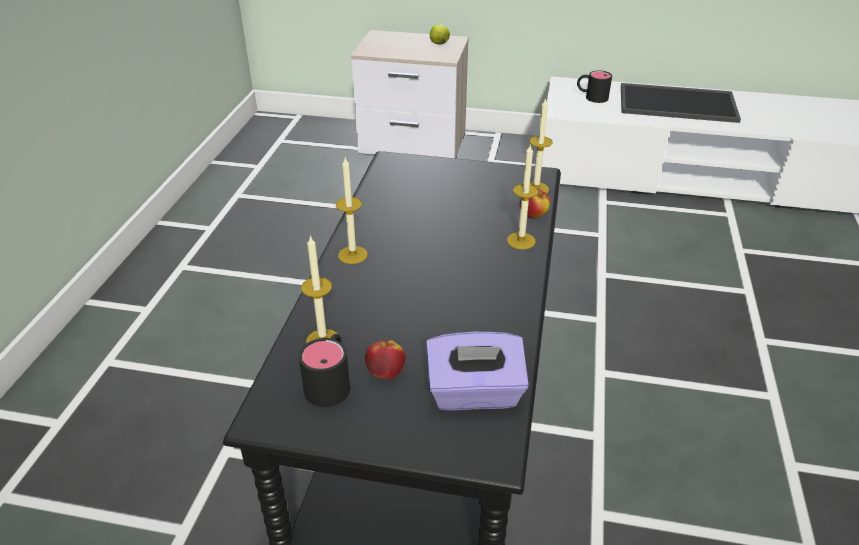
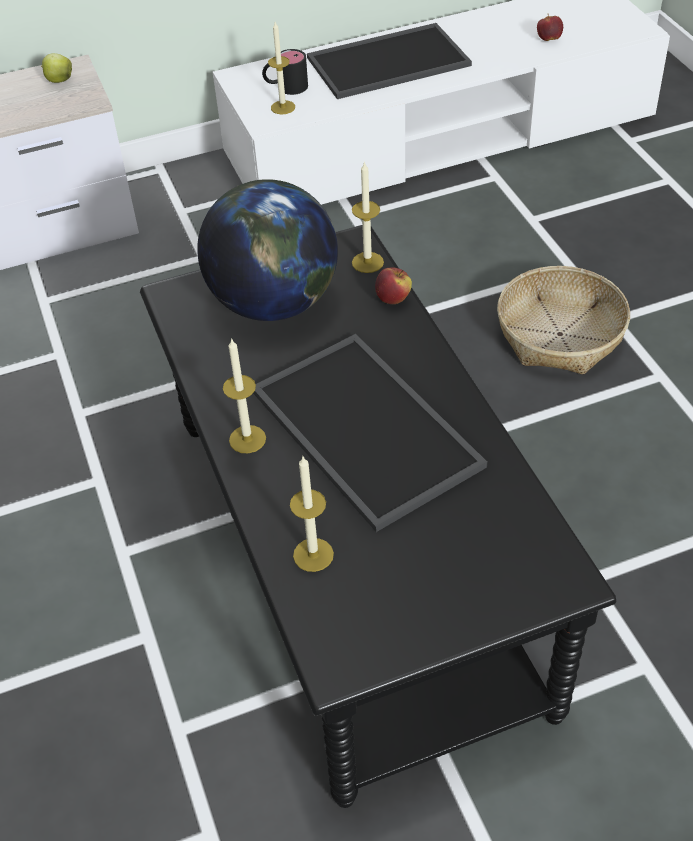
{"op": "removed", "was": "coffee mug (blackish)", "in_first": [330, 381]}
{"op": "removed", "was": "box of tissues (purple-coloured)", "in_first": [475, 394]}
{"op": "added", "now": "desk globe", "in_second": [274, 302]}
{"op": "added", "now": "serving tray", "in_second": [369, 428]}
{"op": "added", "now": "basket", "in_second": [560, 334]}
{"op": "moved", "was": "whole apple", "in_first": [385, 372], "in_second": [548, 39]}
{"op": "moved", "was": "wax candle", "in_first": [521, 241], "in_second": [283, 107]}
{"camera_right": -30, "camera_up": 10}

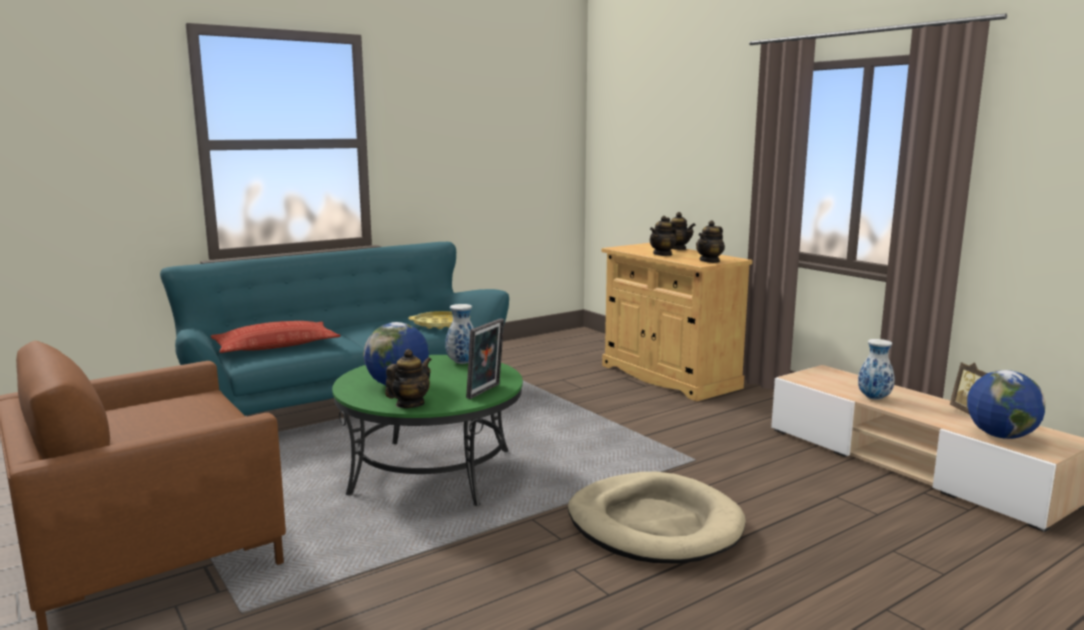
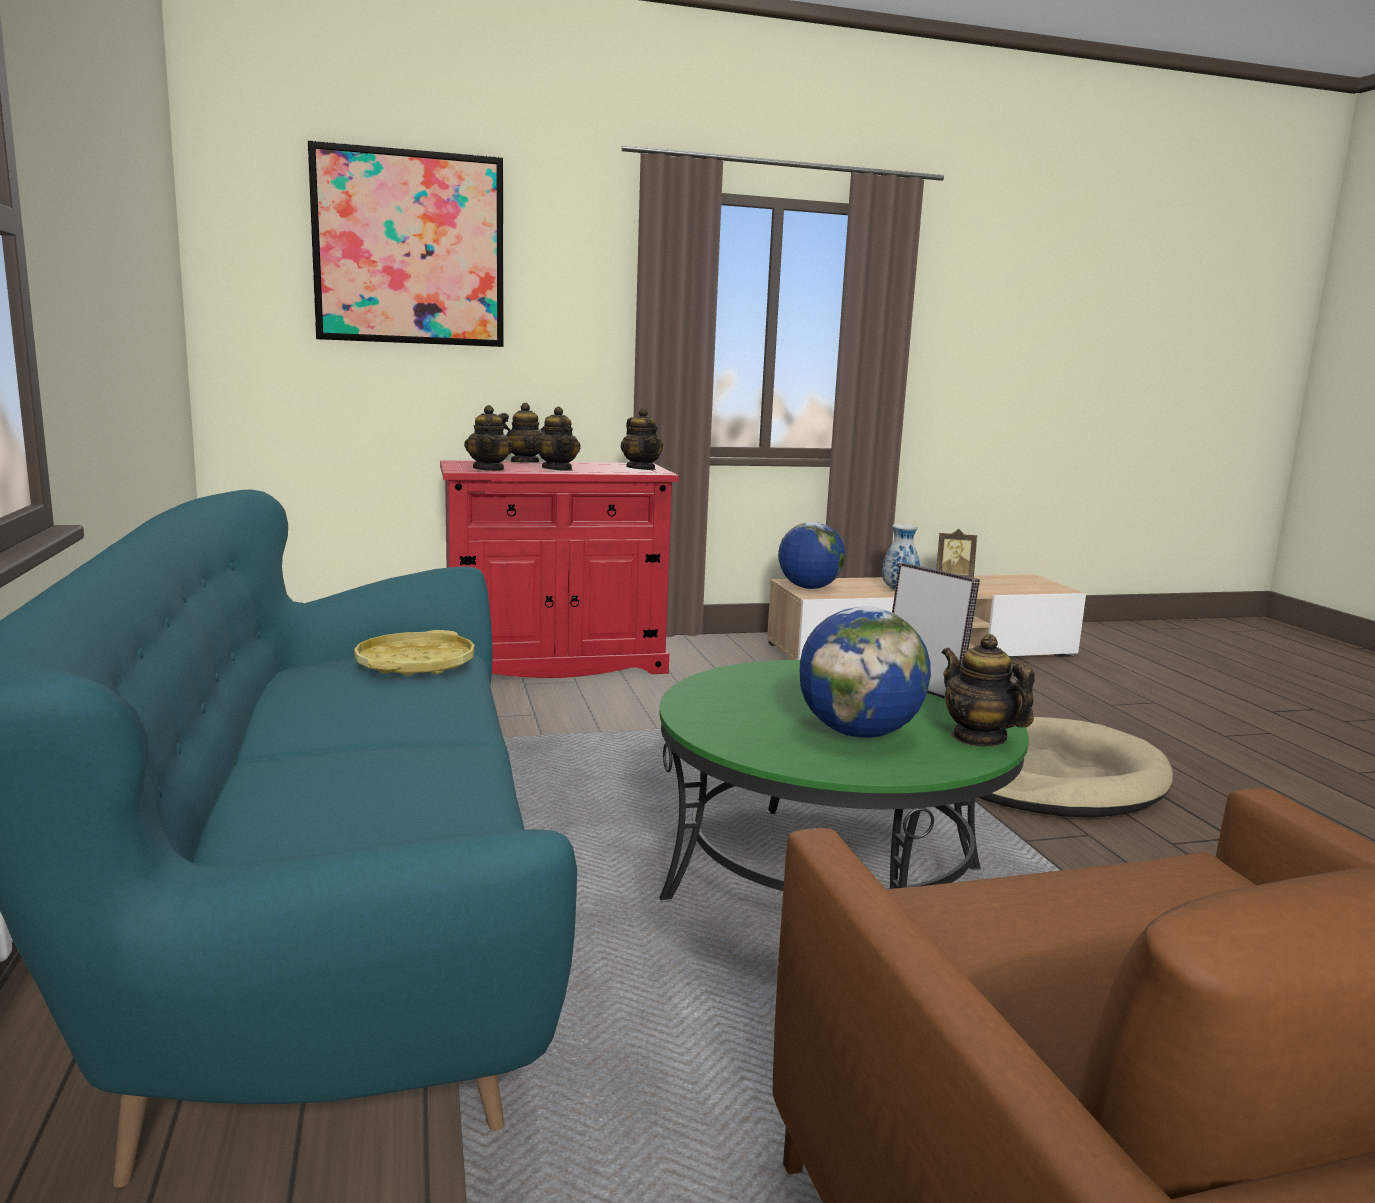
{"op": "removed", "was": "throw pillow", "in_first": [276, 346]}
{"op": "removed", "was": "flower vase", "in_first": [462, 362]}
{"op": "added", "now": "wall art", "in_second": [409, 248]}
{"op": "added", "now": "pot for tea", "in_second": [489, 469]}
{"op": "moved", "was": "desk globe", "in_first": [1000, 436], "in_second": [809, 588]}
{"op": "recoloured", "was": "cupboard (beige-coloured)", "now": "cupboard (reddish)", "in_first": [669, 376], "in_second": [554, 663]}
{"camera_right": -70, "camera_up": 0}

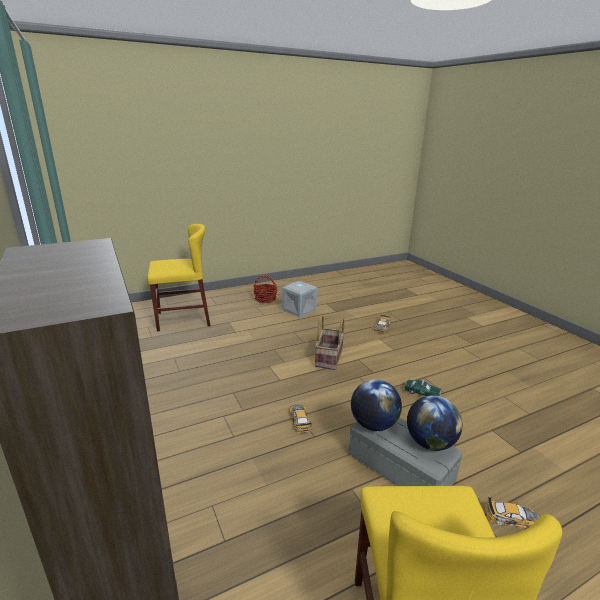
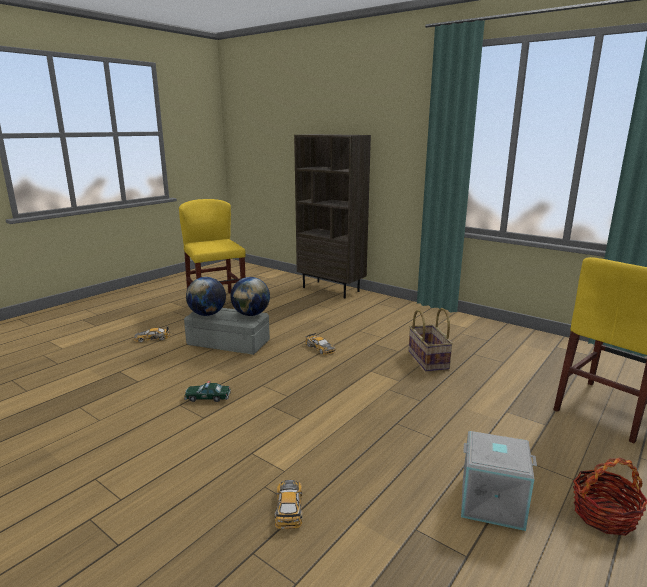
{"op": "moved", "was": "basket", "in_first": [329, 358], "in_second": [427, 360]}
{"camera_right": 155, "camera_up": -5}

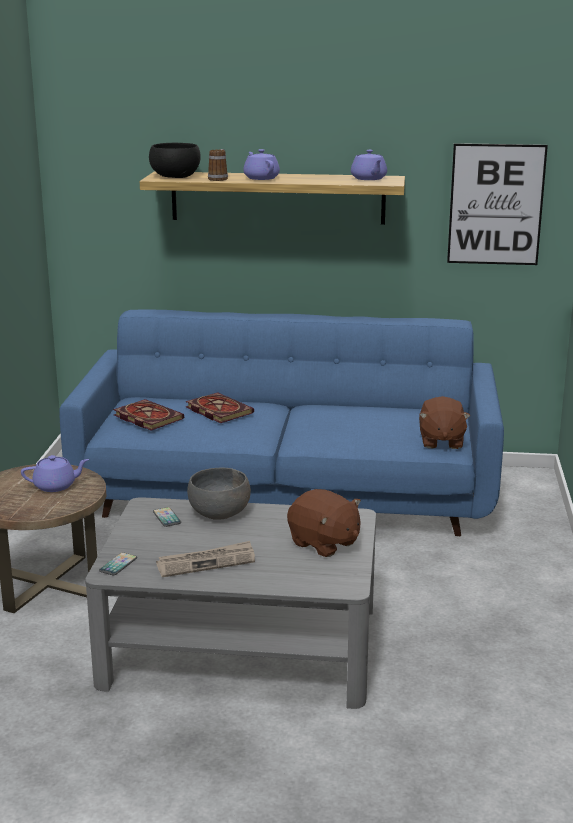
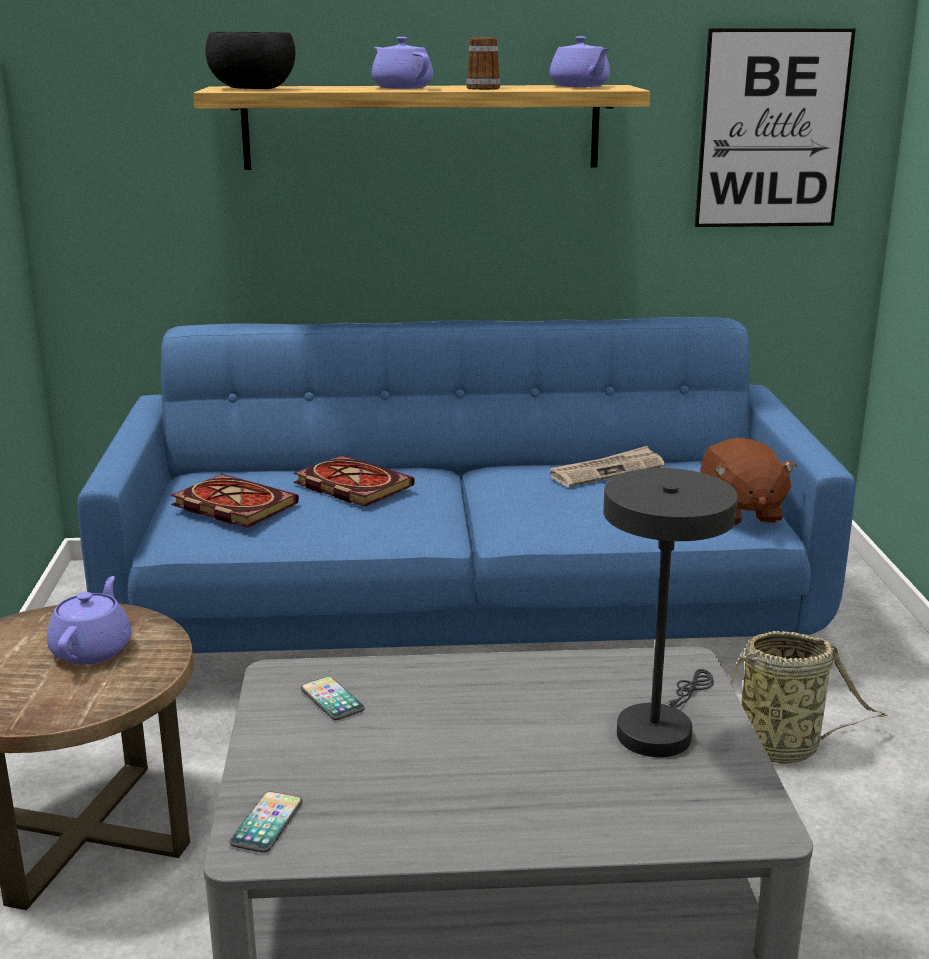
{"op": "removed", "was": "serving bowl (greyish)", "in_first": [220, 513]}
{"op": "added", "now": "basket", "in_second": [783, 749]}
{"op": "moved", "was": "newspaper", "in_first": [206, 562], "in_second": [607, 471]}
{"op": "moved", "was": "coffee mug", "in_first": [219, 178], "in_second": [484, 88]}
{"op": "replaced", "was": "cuddly toy (brownish)", "now": "table lamp (greyish)", "in_first": [324, 543], "in_second": [658, 728]}
{"op": "turned", "was": "pot for tea (purple-coloured)", "in_first": [56, 486], "in_second": [93, 649], "clockwise": -60}
{"camera_right": -10, "camera_up": 0}

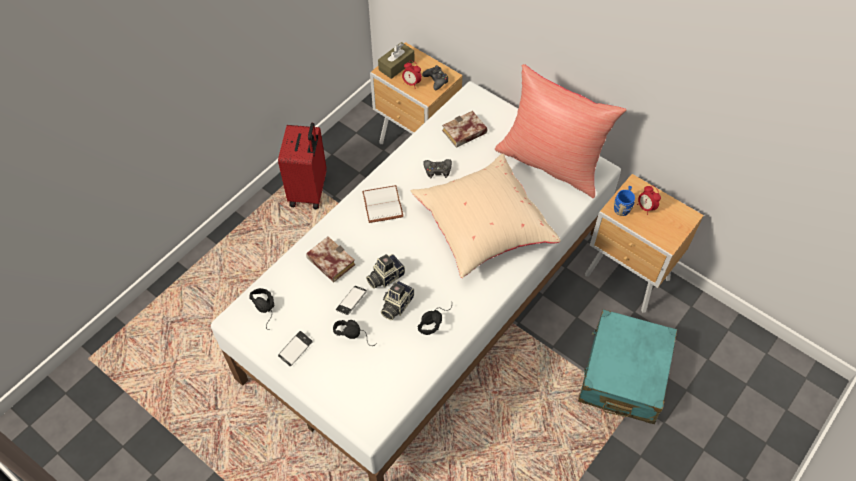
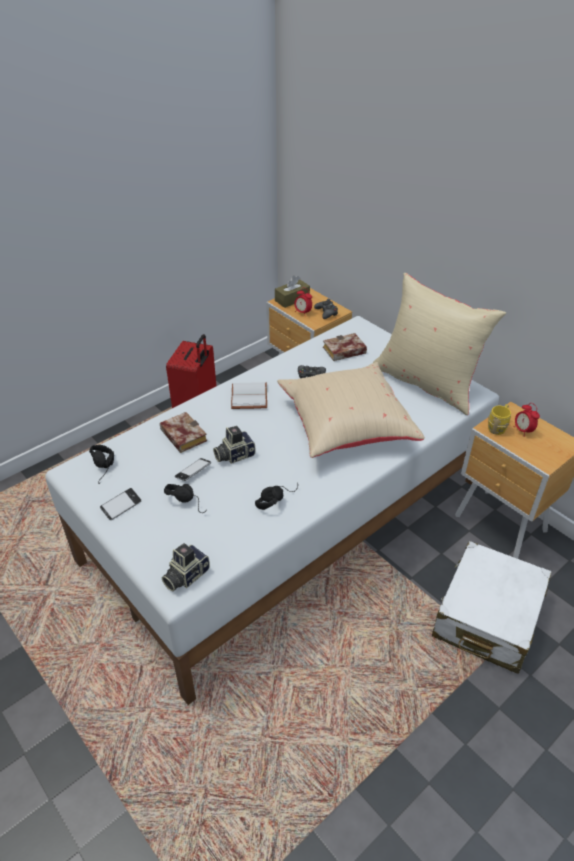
{"op": "moved", "was": "photo camera", "in_first": [396, 305], "in_second": [185, 575]}
{"op": "recoloured", "was": "throw pillow (reddish)", "now": "throw pillow (beige-coloured)", "in_first": [551, 163], "in_second": [426, 382]}
{"op": "recoloured", "was": "travel case (turquoise)", "now": "travel case (whitish)", "in_first": [623, 374], "in_second": [487, 617]}
{"op": "recoloured", "was": "coffee mug (bluish)", "now": "coffee mug (yellowish)", "in_first": [623, 206], "in_second": [498, 427]}
{"camera_right": 10, "camera_up": -15}

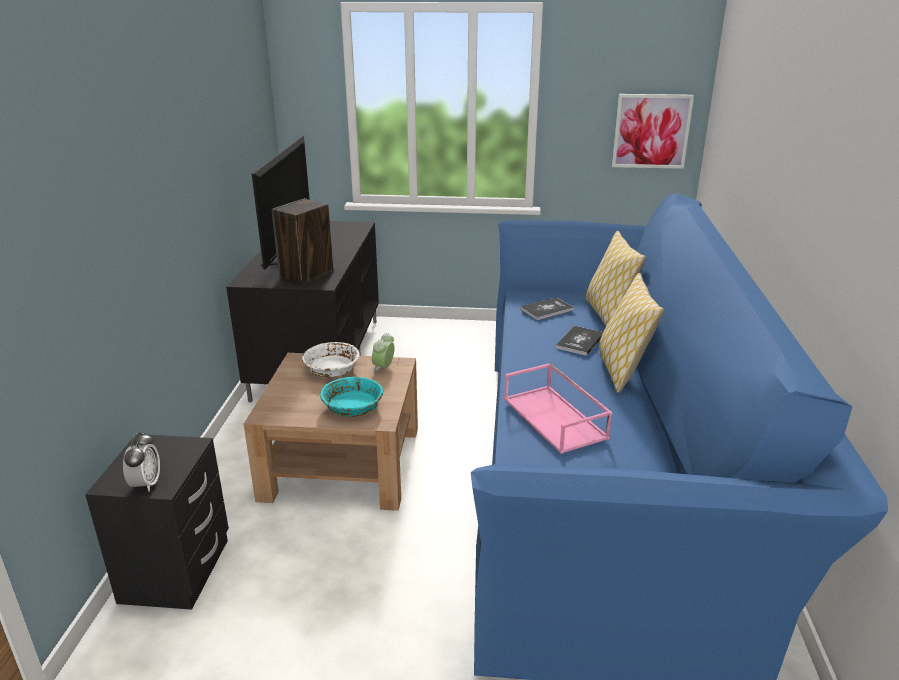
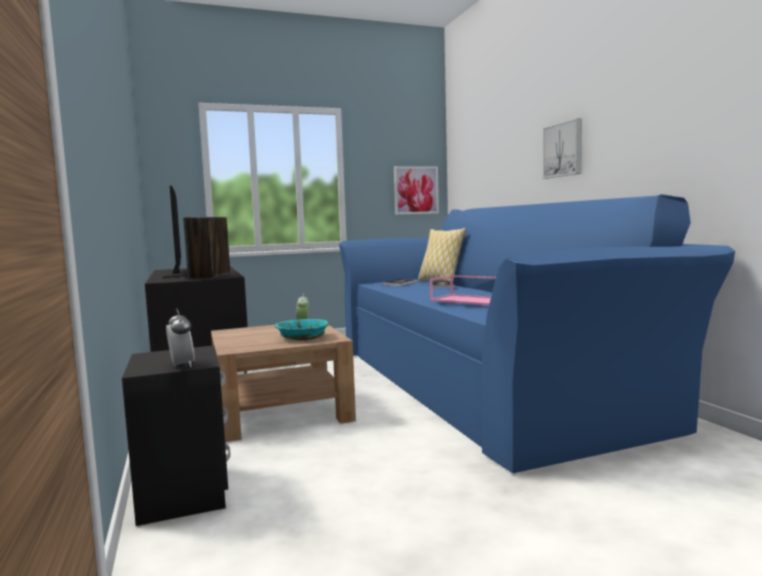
{"op": "removed", "was": "serving bowl (whitish)", "in_first": [331, 369]}
{"op": "removed", "was": "throw pillow", "in_first": [622, 370]}
{"op": "added", "now": "wall art", "in_second": [564, 150]}
{"camera_right": -25, "camera_up": -20}

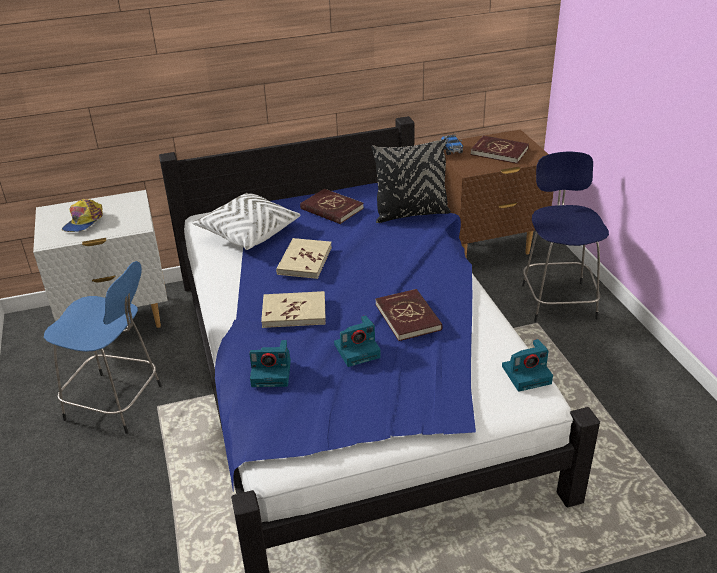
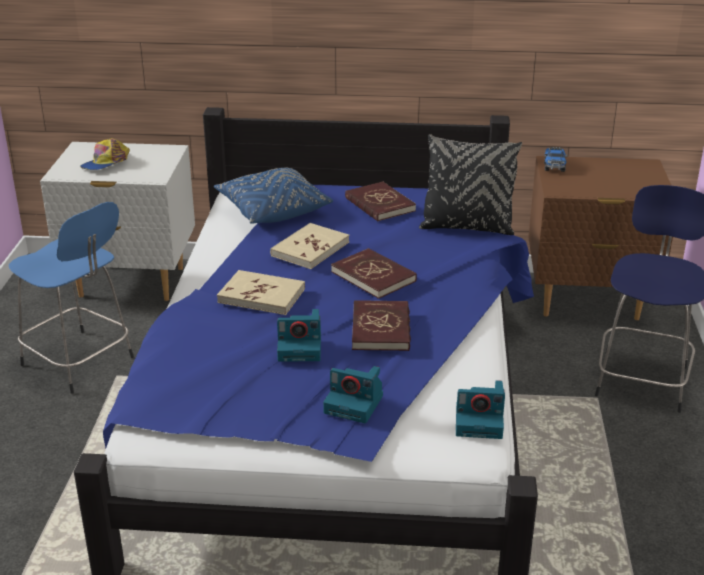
{"op": "moved", "was": "photo camera", "in_first": [272, 373], "in_second": [355, 404]}
{"op": "moved", "was": "volume (reddish)", "in_first": [499, 152], "in_second": [373, 276]}
{"op": "recoloured", "was": "throw pillow (whitish)", "now": "throw pillow (bluish)", "in_first": [248, 232], "in_second": [272, 210]}
{"camera_right": 20, "camera_up": -5}

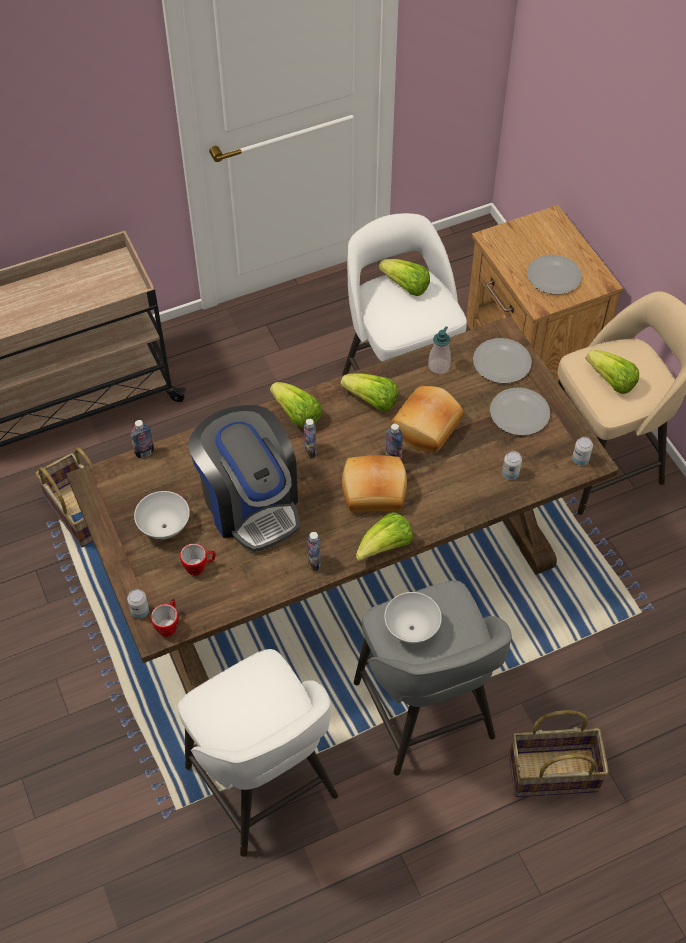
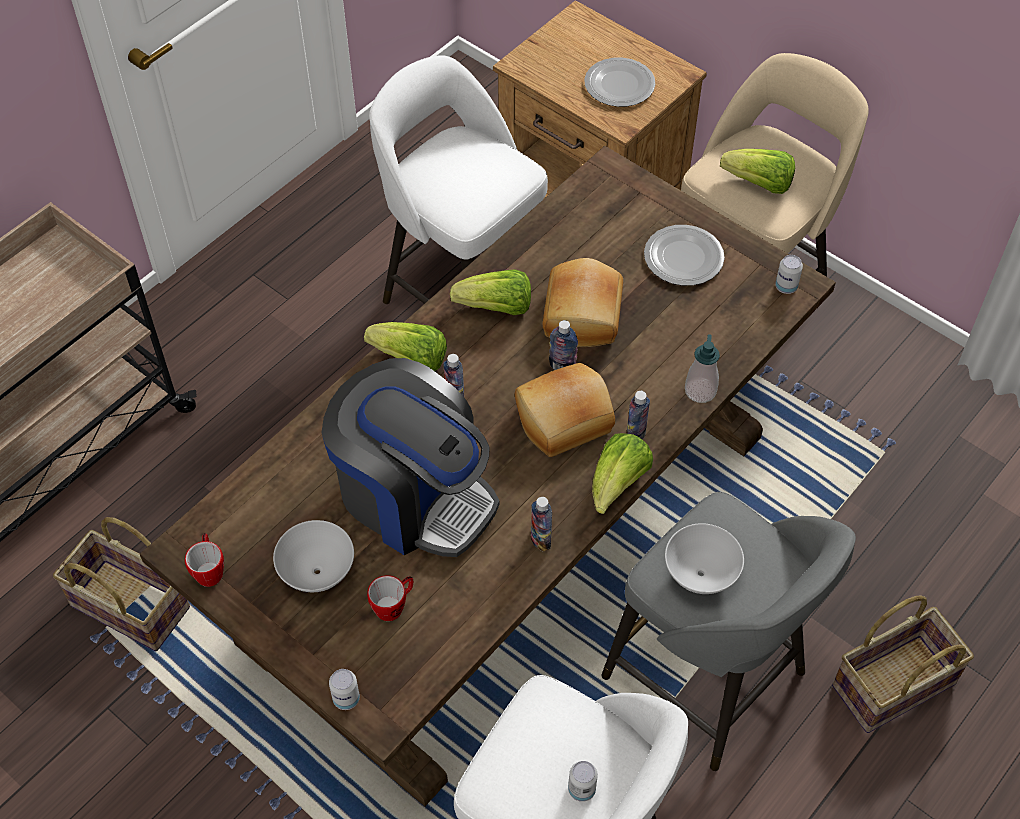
{"op": "removed", "was": "lettuce", "in_first": [405, 286]}
{"op": "removed", "was": "plate", "in_first": [502, 362]}
{"op": "moved", "was": "drink bottle", "in_first": [145, 452], "in_second": [635, 435]}
{"op": "moved", "was": "coffee mug", "in_first": [169, 624], "in_second": [209, 569]}
{"op": "moved", "was": "liquid soap bottle", "in_first": [439, 366], "in_second": [700, 391]}
{"op": "moved", "was": "can", "in_first": [510, 473], "in_second": [581, 789]}
{"camera_right": -25, "camera_up": 0}

